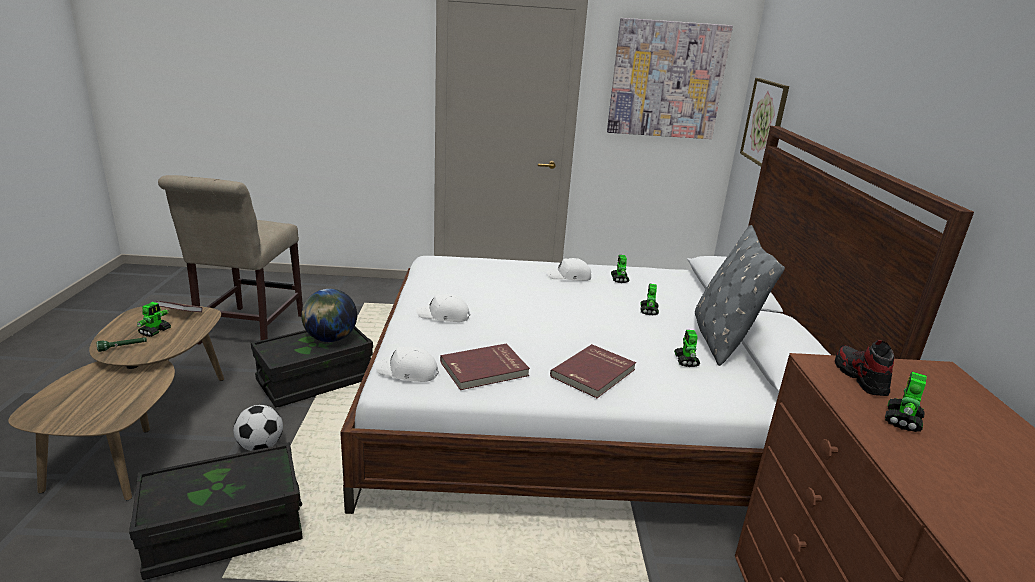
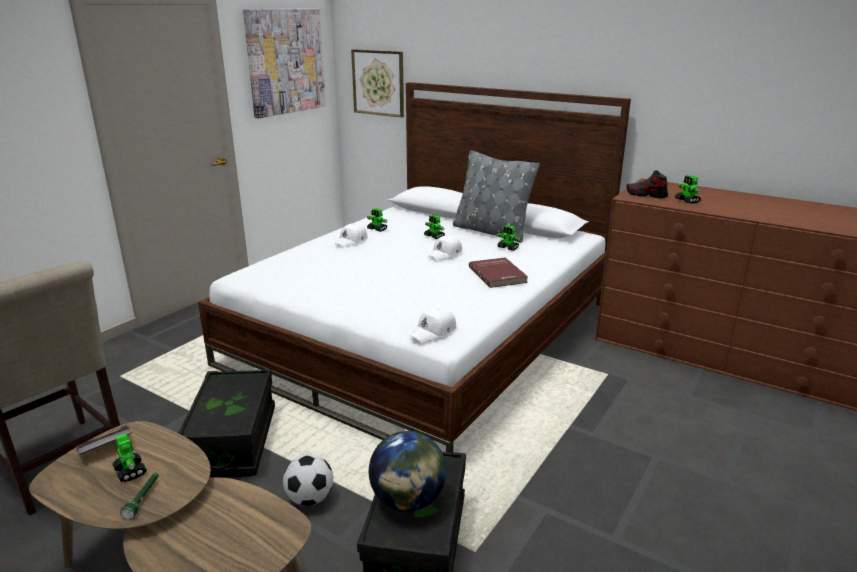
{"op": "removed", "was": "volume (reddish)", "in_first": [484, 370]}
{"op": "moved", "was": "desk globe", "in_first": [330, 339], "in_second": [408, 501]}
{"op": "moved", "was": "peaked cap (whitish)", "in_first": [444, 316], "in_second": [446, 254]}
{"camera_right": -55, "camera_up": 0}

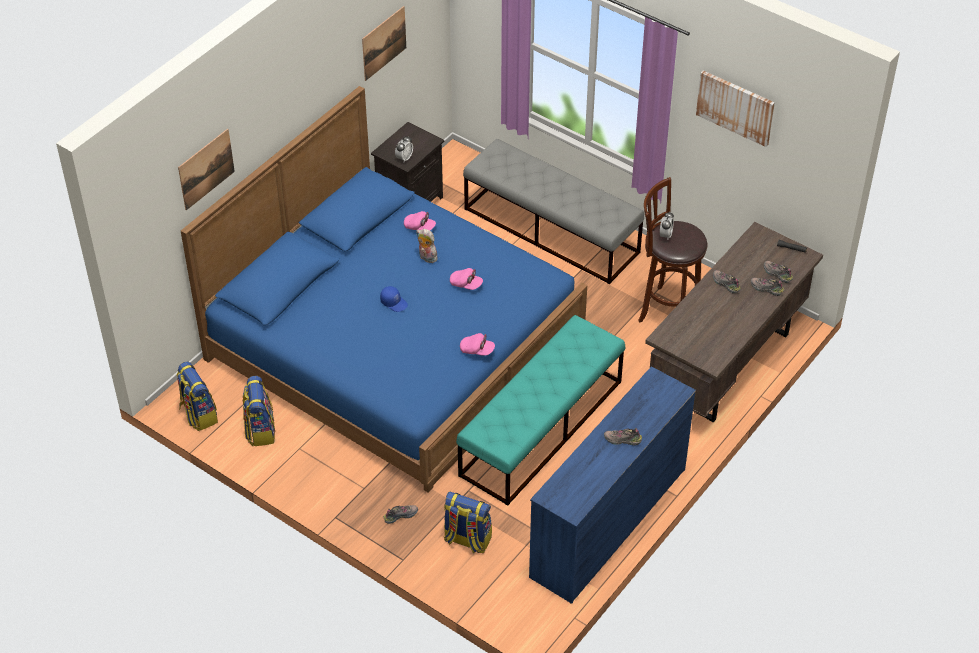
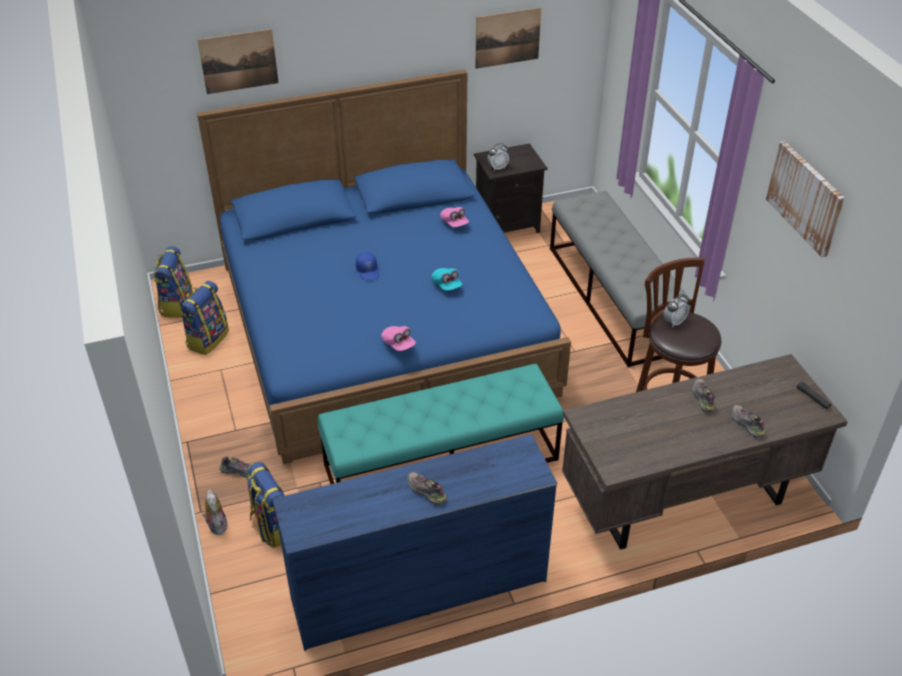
{"op": "removed", "was": "shoe", "in_first": [776, 274]}
{"op": "moved", "was": "cuddly toy", "in_first": [426, 258], "in_second": [216, 525]}
{"op": "recoloured", "was": "peaked cap (pink)", "now": "peaked cap (turquoise)", "in_first": [466, 284], "in_second": [446, 285]}
{"camera_right": 35, "camera_up": -5}

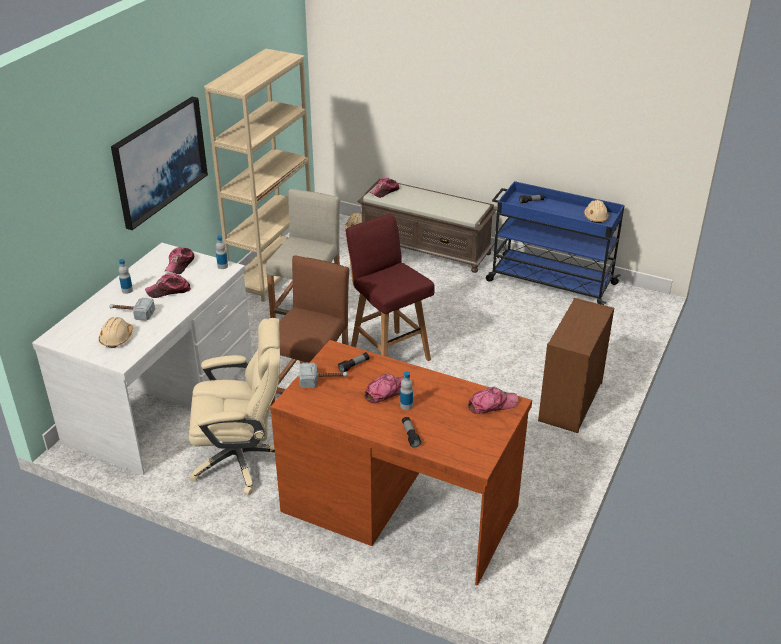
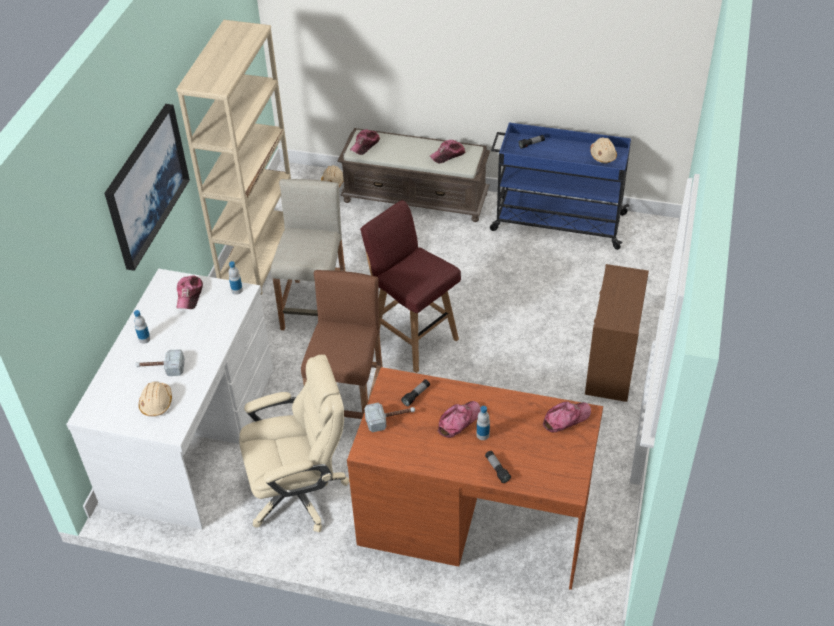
{"op": "moved", "was": "peaked cap", "in_first": [168, 290], "in_second": [447, 155]}
{"camera_right": -10, "camera_up": 10}

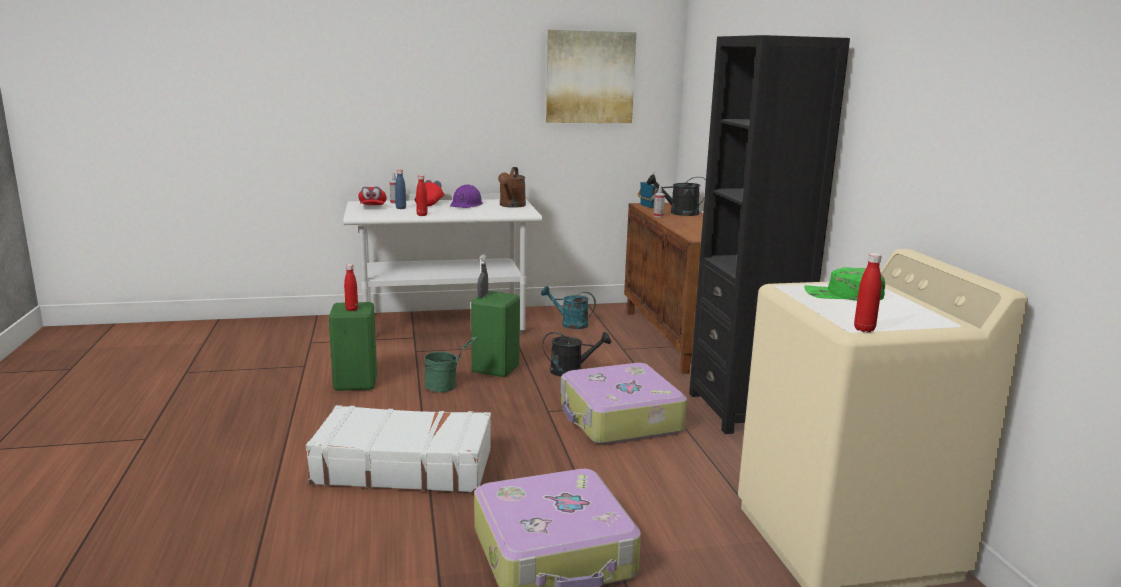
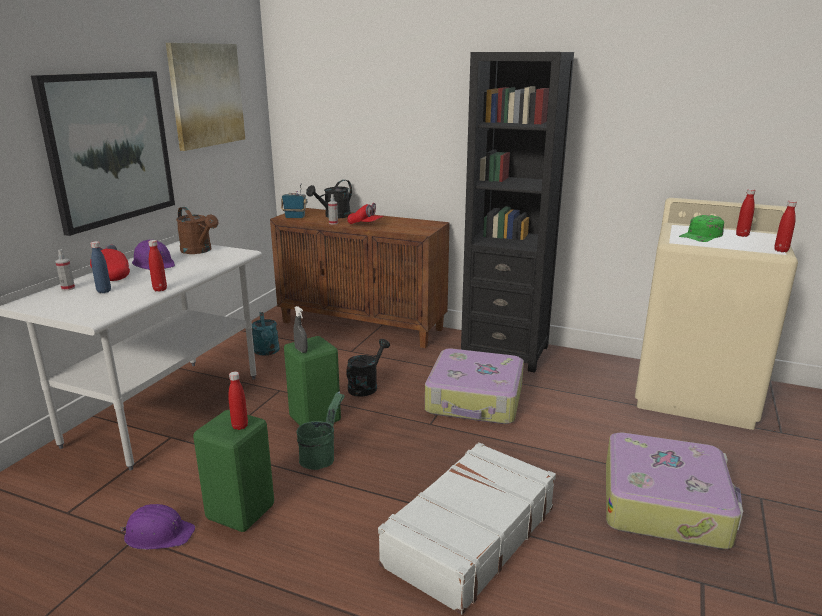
{"op": "added", "now": "wall art", "in_second": [109, 148]}
{"op": "added", "now": "hard hat (purple-coloured)", "in_second": [158, 534]}
{"op": "added", "now": "drink bottle (reddish)", "in_second": [742, 235]}
{"op": "moved", "was": "peaked cap (reddish)", "in_first": [372, 208], "in_second": [365, 224]}
{"op": "turned", "was": "watering can (turquoise)", "in_first": [569, 324], "in_second": [267, 352], "clockwise": -75}
{"camera_right": -55, "camera_up": 5}

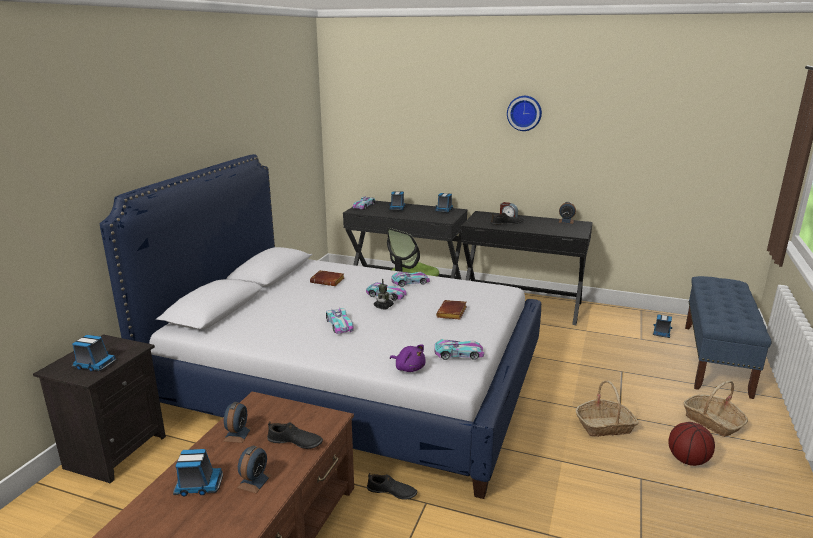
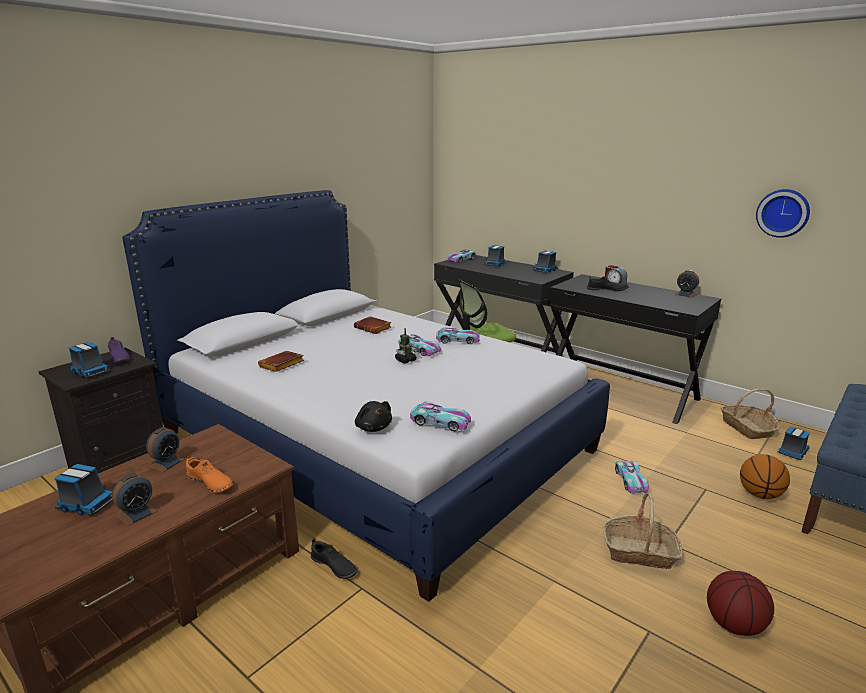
{"op": "added", "now": "shoe (purple-coloured)", "in_second": [118, 358]}
{"op": "added", "now": "ball for basketball", "in_second": [760, 494]}
{"op": "moved", "was": "model car", "in_first": [339, 325], "in_second": [631, 480]}
{"op": "moved", "was": "volume (brownish)", "in_first": [452, 313], "in_second": [281, 365]}
{"op": "moved", "was": "clock on the wall", "in_first": [524, 113], "in_second": [783, 213]}
{"op": "moved", "was": "basket", "in_first": [712, 422], "in_second": [747, 428]}
{"op": "recoloured", "was": "shoe (blackish)", "now": "shoe (orangey)", "in_first": [295, 442], "in_second": [210, 483]}
{"op": "recoloured", "was": "cuddly toy (purple-coloured)", "now": "cuddly toy (blackish)", "in_first": [409, 368], "in_second": [373, 427]}
{"camera_right": 20, "camera_up": 0}

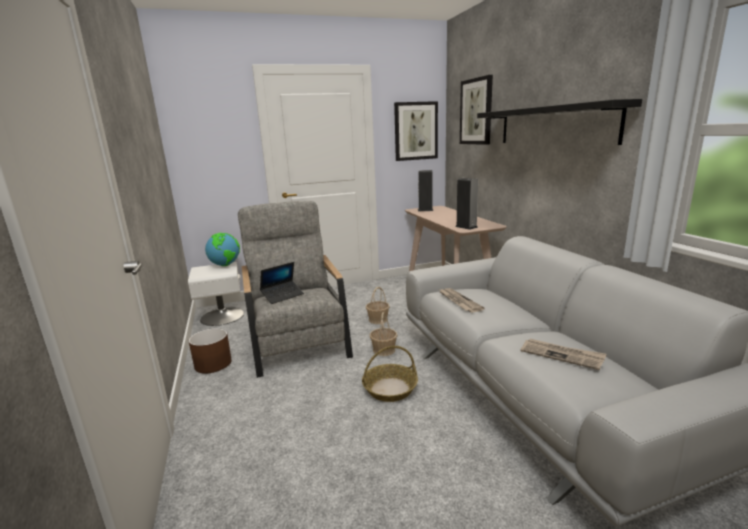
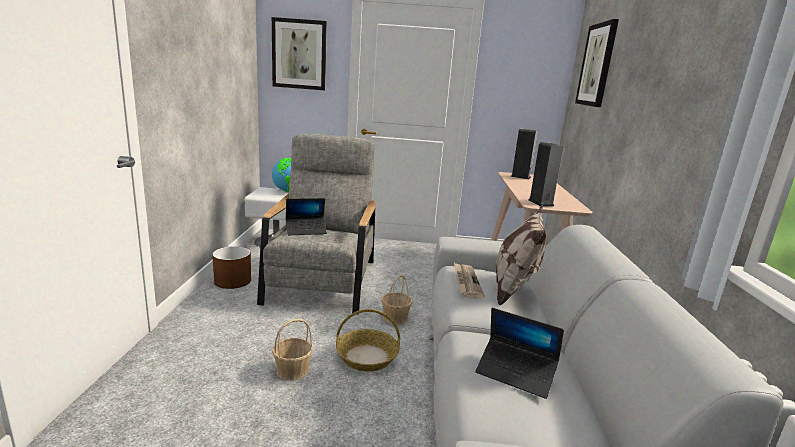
{"op": "removed", "was": "shelf (blackish)", "in_first": [554, 125]}
{"op": "added", "now": "throw pillow", "in_second": [514, 289]}
{"op": "moved", "was": "basket", "in_first": [378, 320], "in_second": [292, 370]}
{"op": "moved", "was": "wall art", "in_first": [416, 131], "in_second": [299, 54]}
{"op": "replaced", "was": "newspaper", "now": "laptop", "in_first": [562, 355], "in_second": [516, 373]}
{"camera_right": 20, "camera_up": 0}

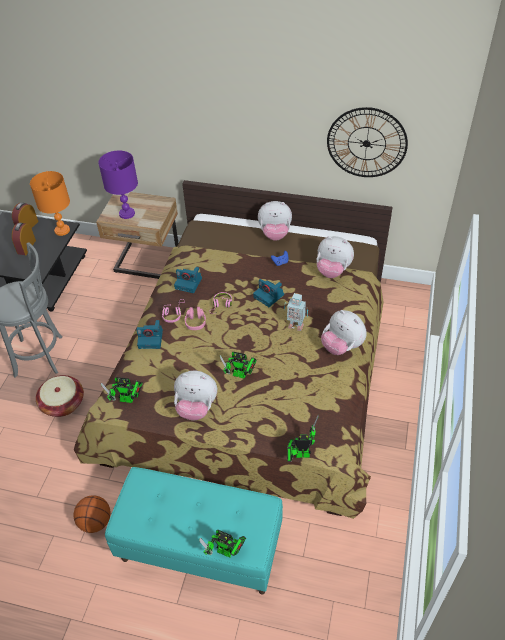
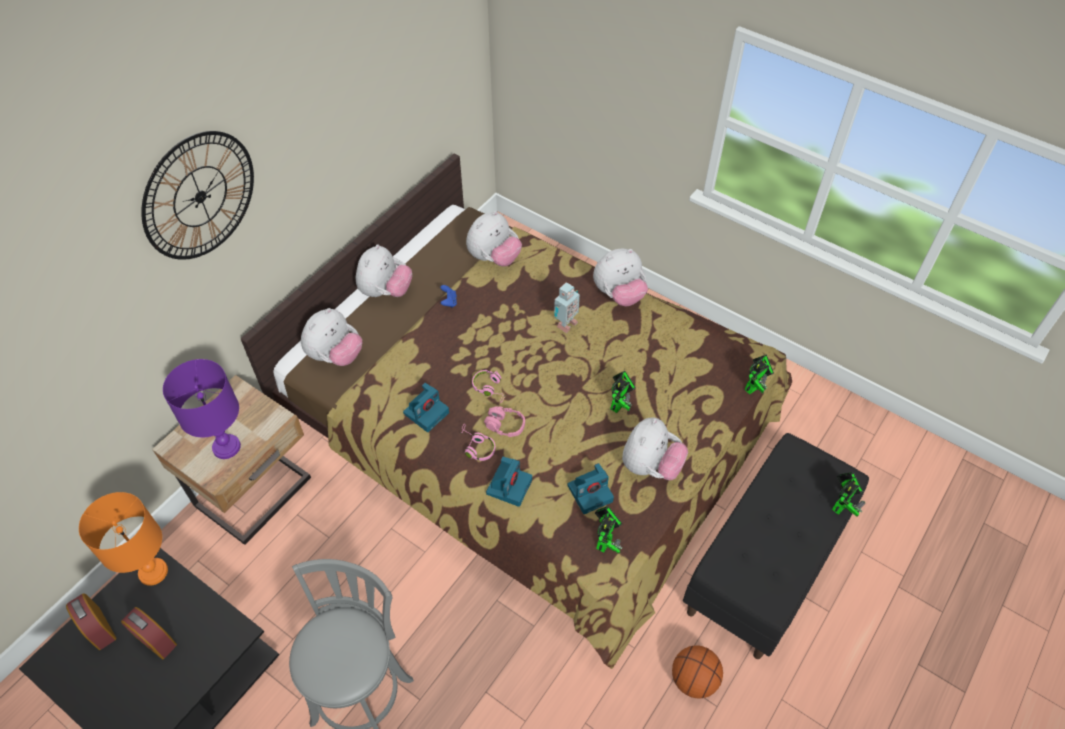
{"op": "removed", "was": "basket", "in_first": [63, 403]}
{"op": "added", "now": "cuddly toy", "in_second": [335, 355]}
{"op": "moved", "was": "photo camera", "in_first": [269, 296], "in_second": [590, 492]}
{"op": "moved", "was": "clock on the wall", "in_first": [366, 143], "in_second": [200, 196]}
{"op": "recoloured", "was": "long seat (turquoise)", "now": "long seat (blackish)", "in_first": [201, 546], "in_second": [764, 563]}
{"op": "turned", "was": "toy robot", "in_first": [300, 454], "in_second": [755, 386], "clockwise": -150}
{"camera_right": -70, "camera_up": 5}

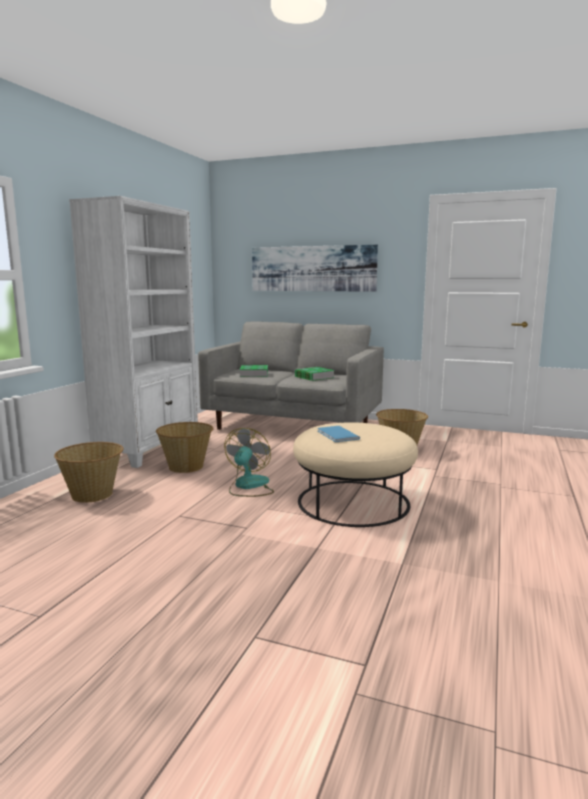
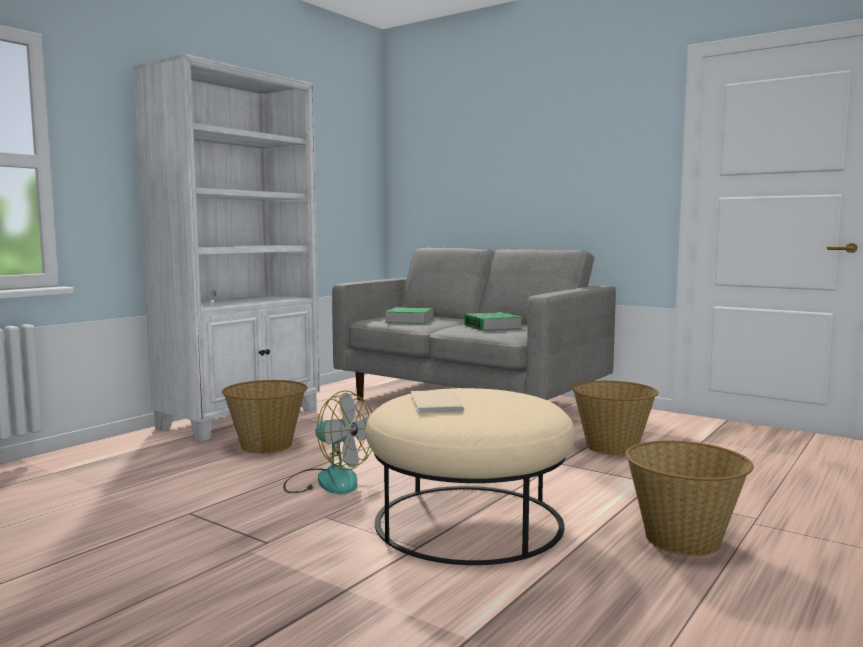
{"op": "removed", "was": "wall art", "in_first": [312, 268]}
{"op": "moved", "was": "basket", "in_first": [93, 494], "in_second": [683, 539]}
{"op": "recoloured", "was": "volume (bluish)", "now": "volume (beige-coloured)", "in_first": [337, 435], "in_second": [434, 404]}
{"op": "turned", "was": "electric fan", "in_first": [248, 486], "in_second": [327, 481], "clockwise": 90}
{"camera_right": 15, "camera_up": -5}

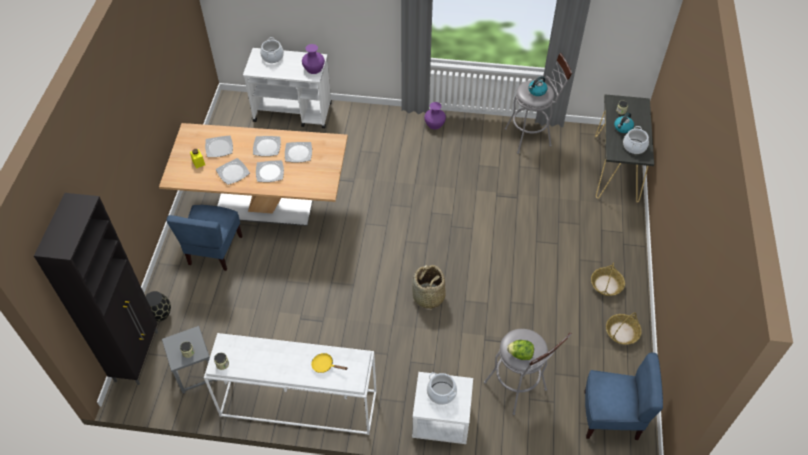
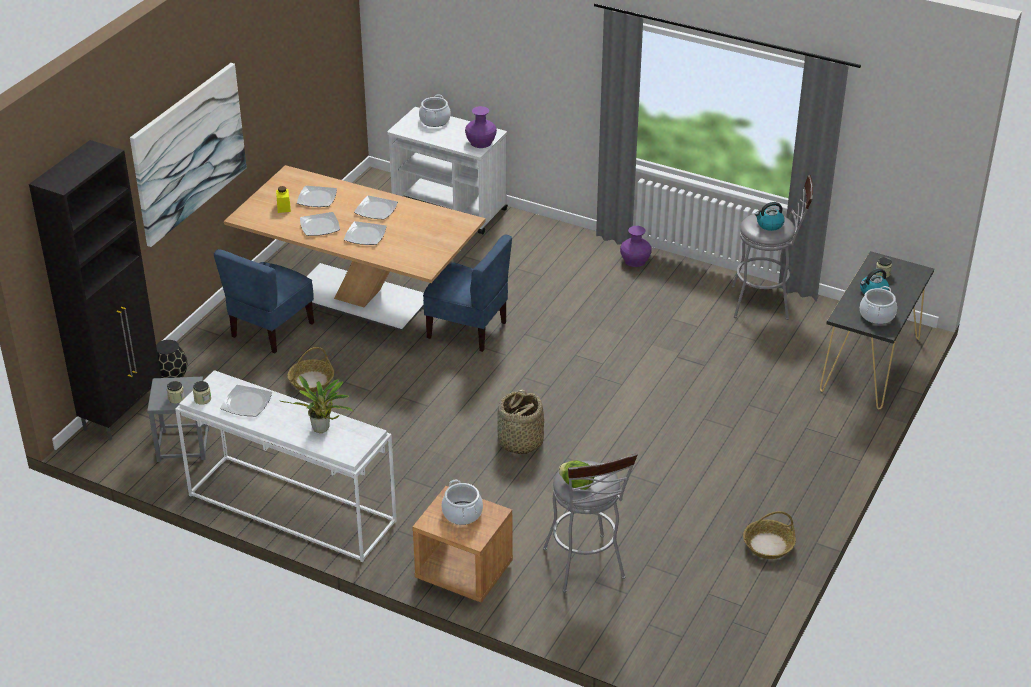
{"op": "added", "now": "wall art", "in_second": [189, 153]}
{"op": "moved", "was": "plate", "in_first": [298, 153], "in_second": [246, 403]}
{"op": "moved", "was": "chair (bluish)", "in_first": [610, 417], "in_second": [467, 329]}
{"op": "moved", "was": "basket", "in_first": [606, 285], "in_second": [311, 381]}
{"op": "replaced", "was": "skillet (yellowish)", "now": "potted plant", "in_first": [325, 365], "in_second": [322, 430]}
{"op": "recoloured", "was": "night table (whitish)", "now": "night table (brownish)", "in_first": [441, 420], "in_second": [463, 572]}
{"camera_right": 20, "camera_up": -15}

